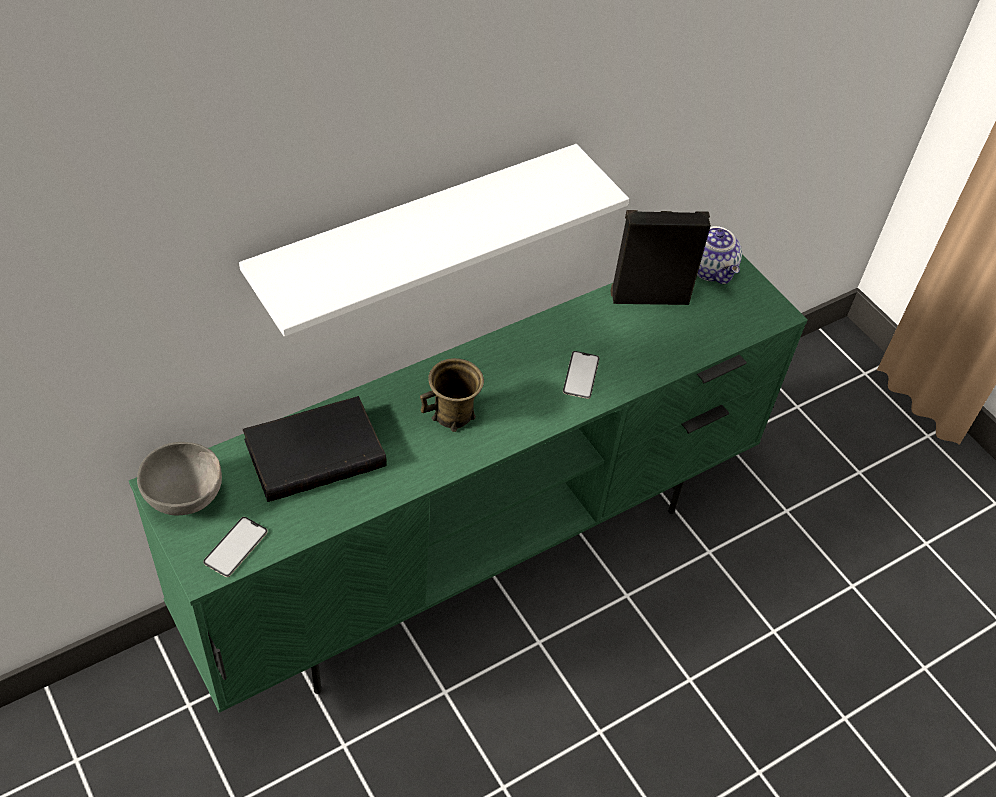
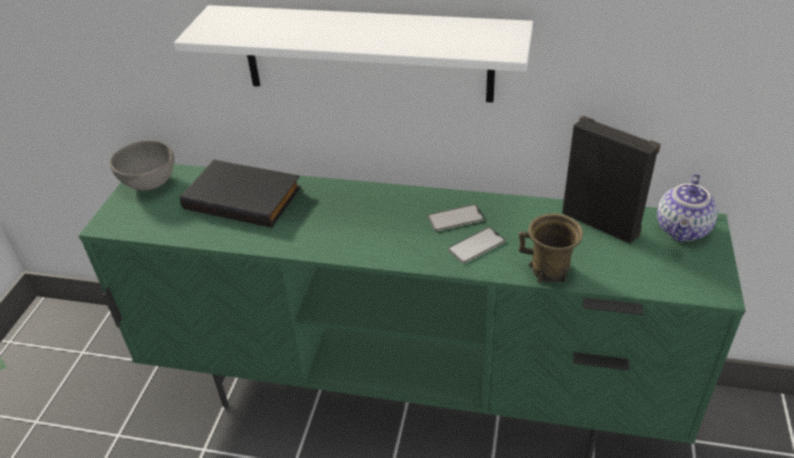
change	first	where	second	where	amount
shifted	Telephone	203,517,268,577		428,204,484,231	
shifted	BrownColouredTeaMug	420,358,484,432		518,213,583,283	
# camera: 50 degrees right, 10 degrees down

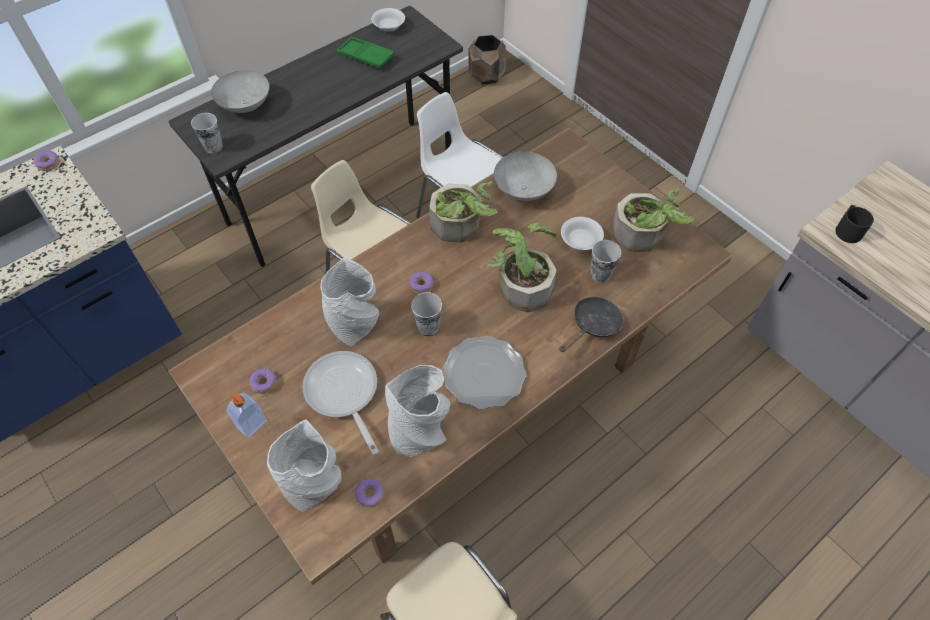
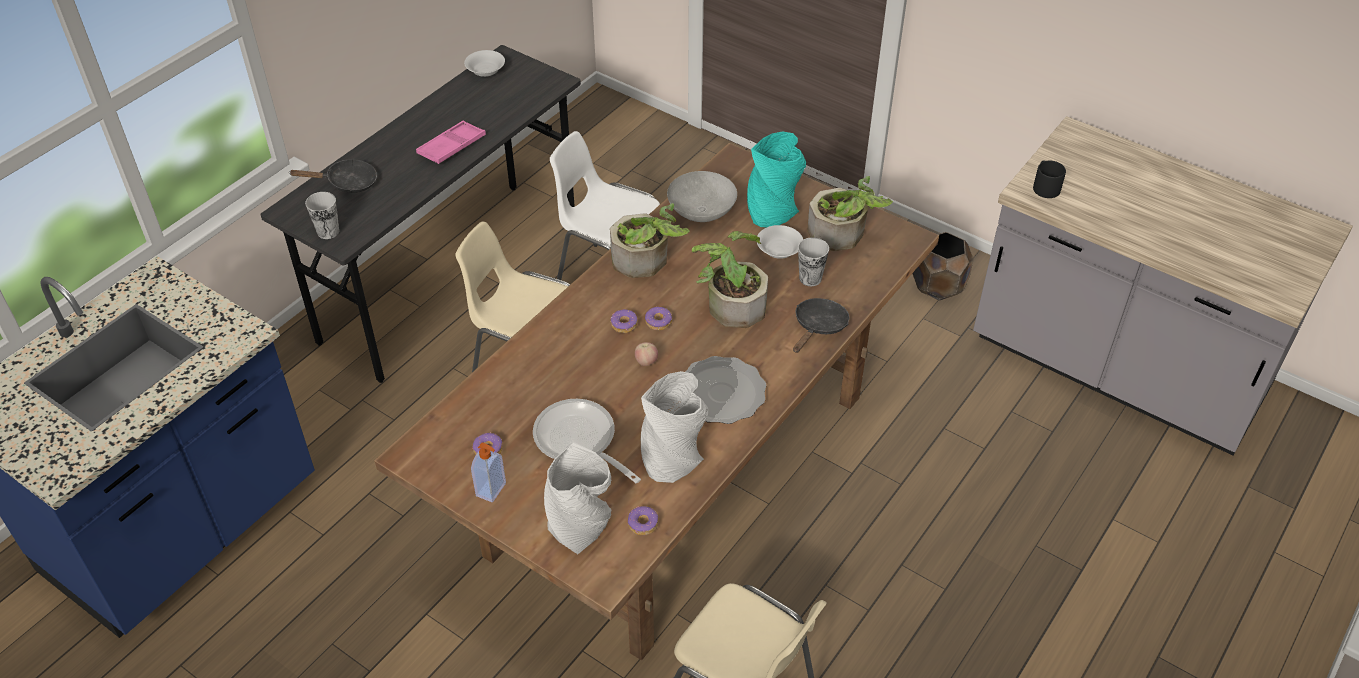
change	first	where	second	where	amount
gone	GreyishDecorativeVase	320,257,379,347			
gone	GreenServingTray	336,37,395,68			
new			PinkishServingTray	416,121,486,164	
new			TurquoiseDecorativeVase	747,132,806,228	
shifted	Donut	34,151,60,171		645,307,672,330	
shifted	BrownColouredPlanter	468,35,506,84		912,232,974,301	
swapped	GreyishBowl	211,70,269,113	BlackFryingPan	289,159,377,193	
swapped	SmallCup	411,292,442,336	AppleFruit	635,342,658,366	
# camera: 15 degrees left, 10 degrees down

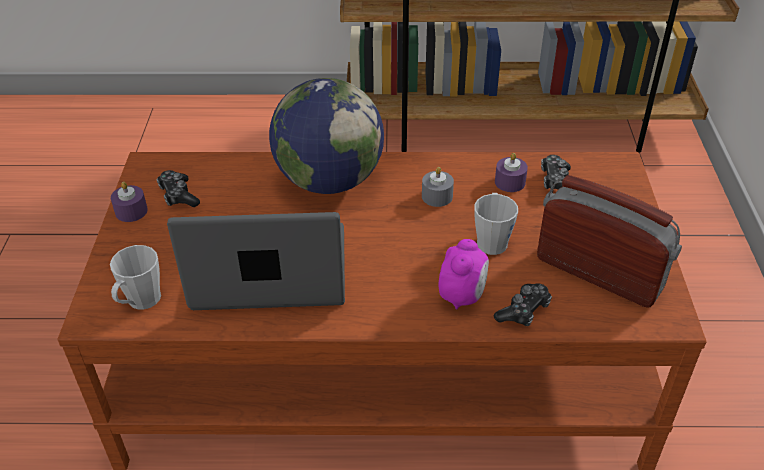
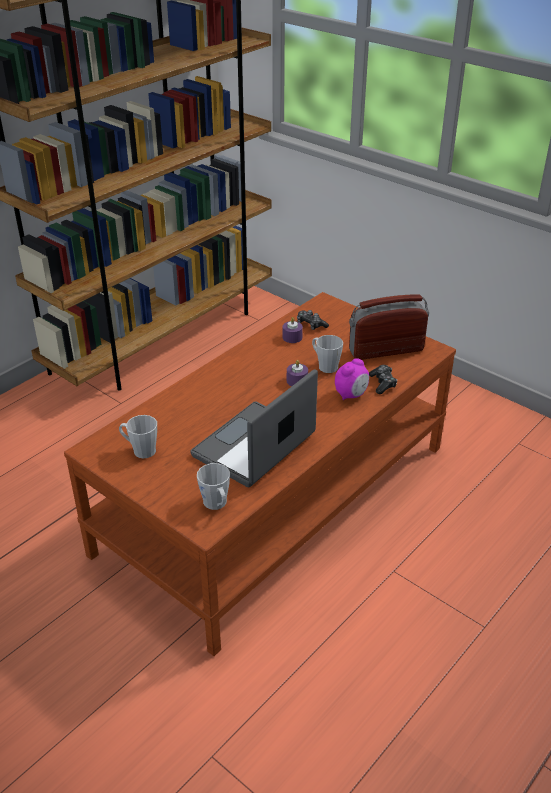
change	first	where	second	where	amount
gone	DeskGlobe	269,78,384,194			
gone	GreyishWaxLight	422,167,454,207			
shifted	PurpleColouredWaxLight	111,182,148,222		287,360,308,386	
swapped	Gamepad	157,170,200,207	GreyishTeaMug	119,415,157,458	
rotated	TableClock	439,239,489,310		335,358,369,400	75 degrees clockwise
# camera: 50 degrees left, 5 degrees down

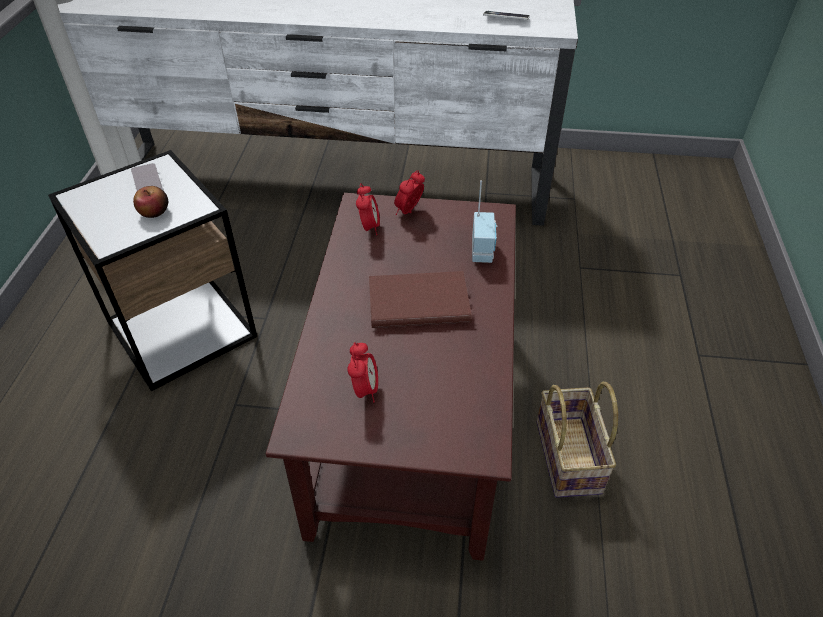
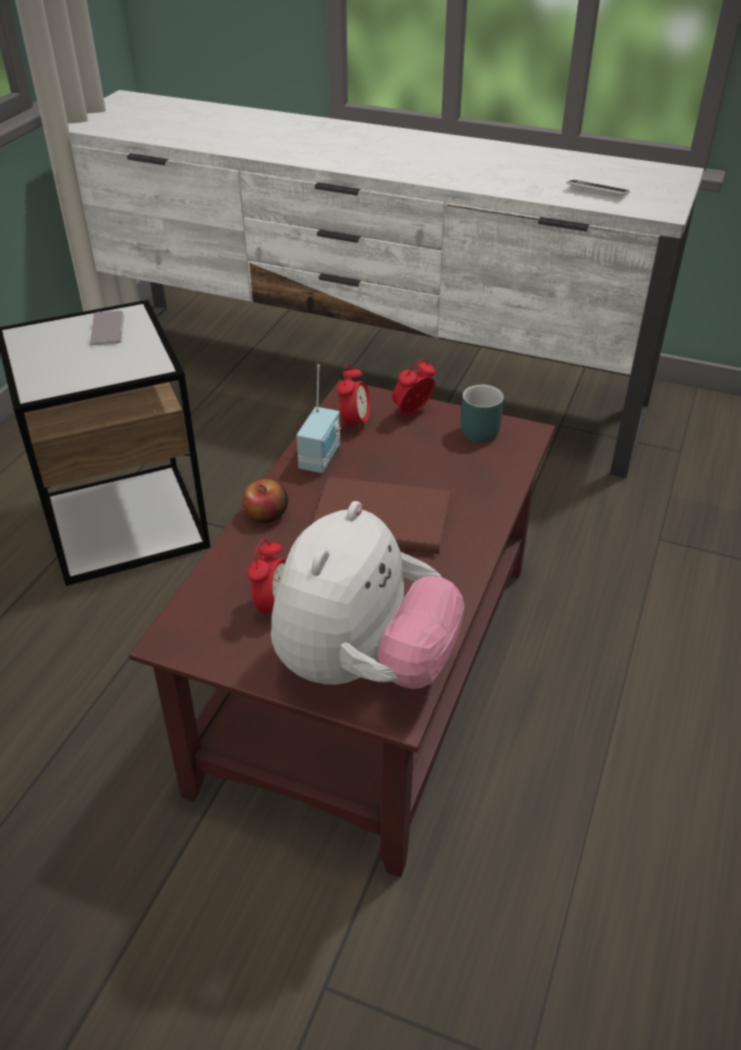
change	first	where	second	where	amount
gone	StorageBasket	536,382,618,498			
new			PlushToy	271,501,465,689	
new			TurquoiseTeaMug	461,385,504,443	
shifted	AppleFruit	133,186,168,218		242,479,288,523	
shifted	RadioSet	472,180,497,263		296,364,341,473	
# camera: 15 degrees right, 5 degrees down

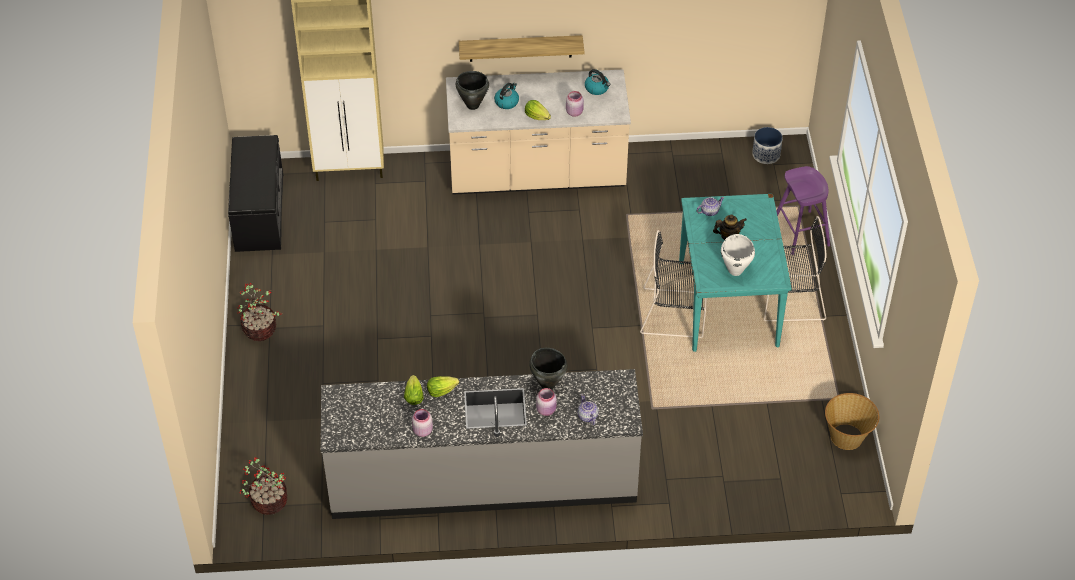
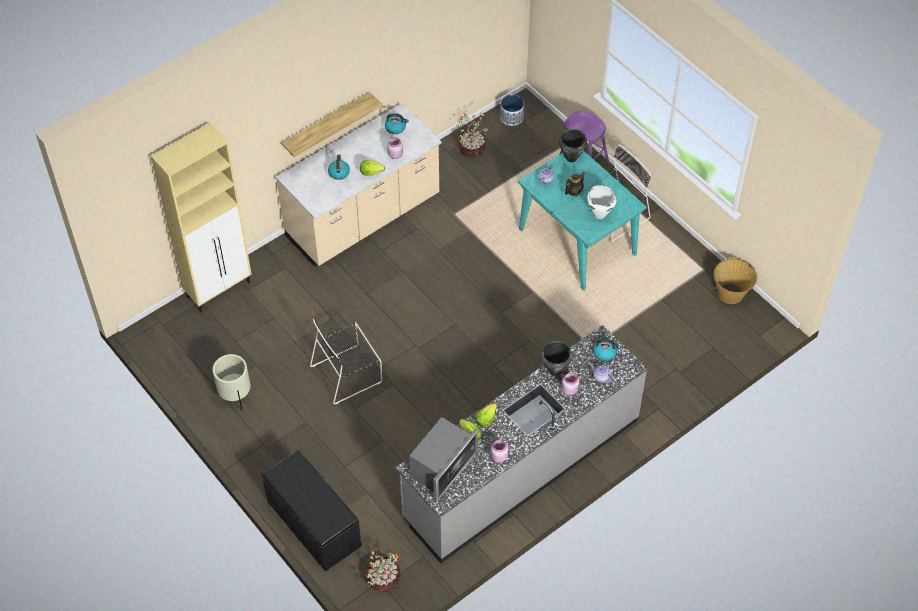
change	first	where	second	where	amount
new			SandColouredPlanter	213,354,251,410	
new			MicrowaveOven	409,417,478,503	
new			Kettle	593,339,621,361	
shifted	BlackIndoorBench	228,135,283,252		262,450,361,572	
shifted	Houseplant	238,283,282,341		456,112,489,158	
shifted	BlackCookingPot	456,71,489,110		559,129,587,162	
shifted	BlackChair	640,230,707,338		310,318,382,404	
# camera: 35 degrees left, 5 degrees up

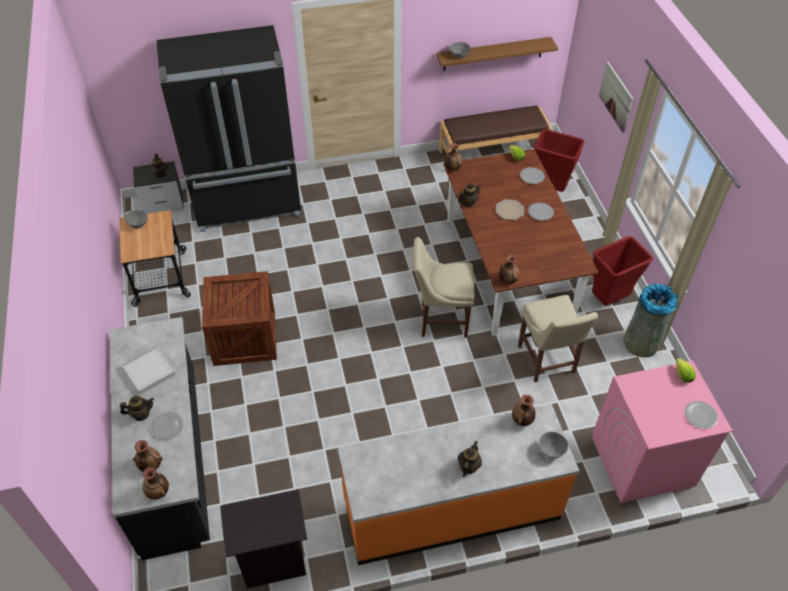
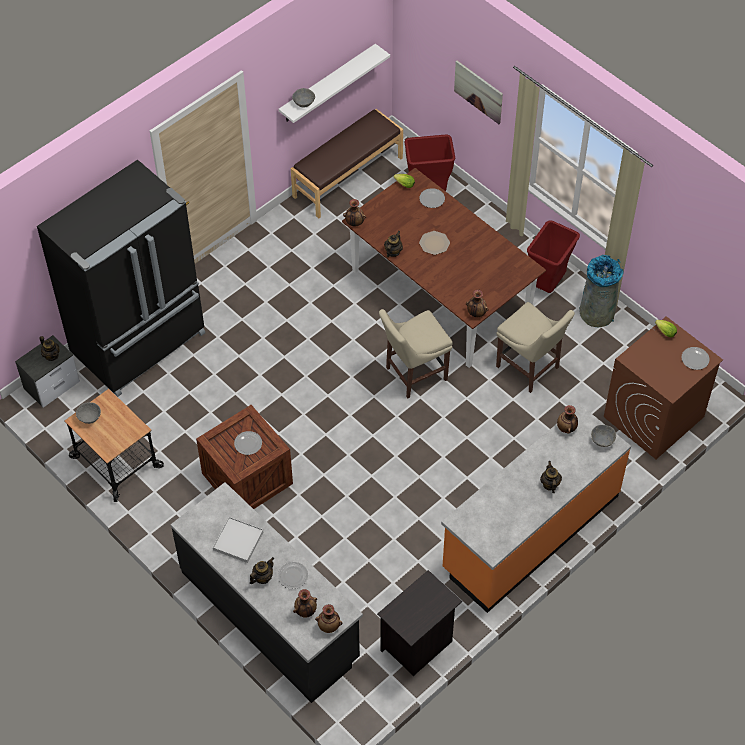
change	first	where	second	where	amount
shifted	FlatDish	528,203,554,221		234,431,262,455	
repainted	BrownColouredShelf	436,37,558,71	WhiteColouredShelf	279,44,390,123	
repainted	PinkishLaundryAppliance	592,361,733,503	BrownColouredLaundryAppliance	604,316,723,459	
# camera: 30 degrees left, 5 degrees up

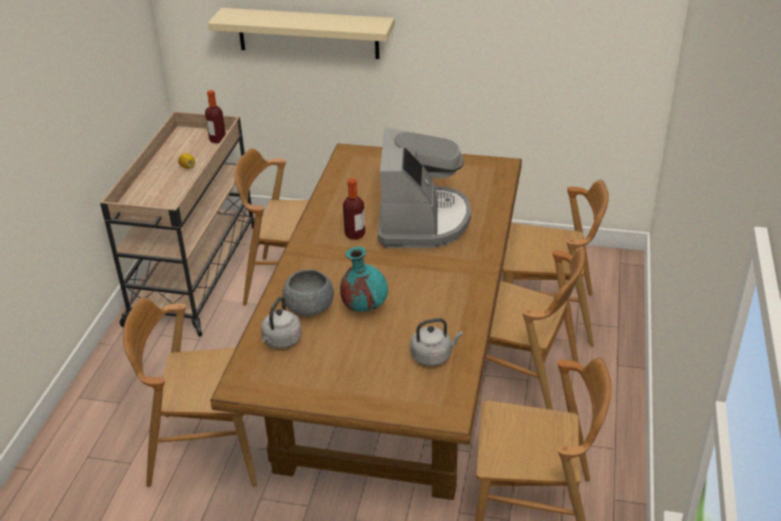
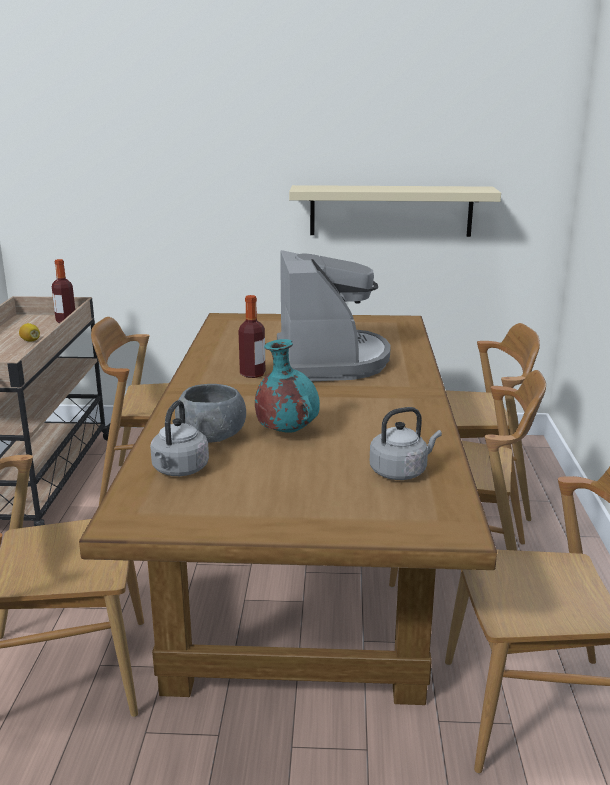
change	first	where	second	where	amount
shifted	SandColouredShelf	208,8,395,59		289,185,501,237	
# camera: 10 degrees left, 15 degrees down

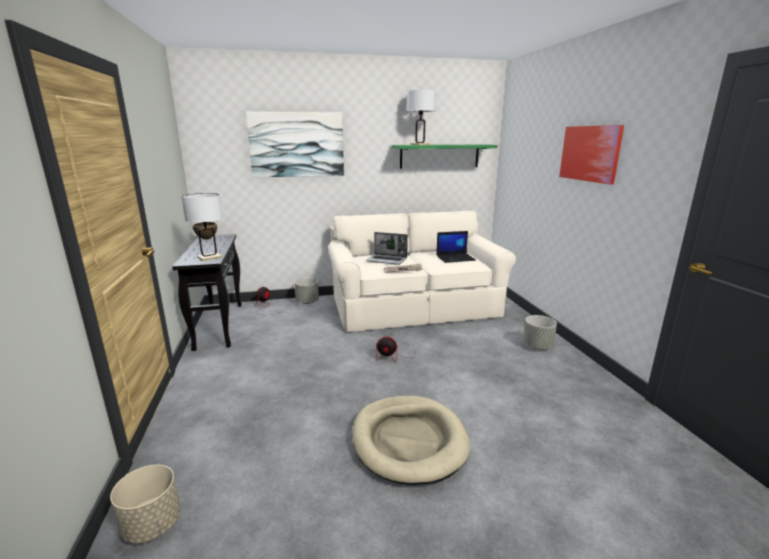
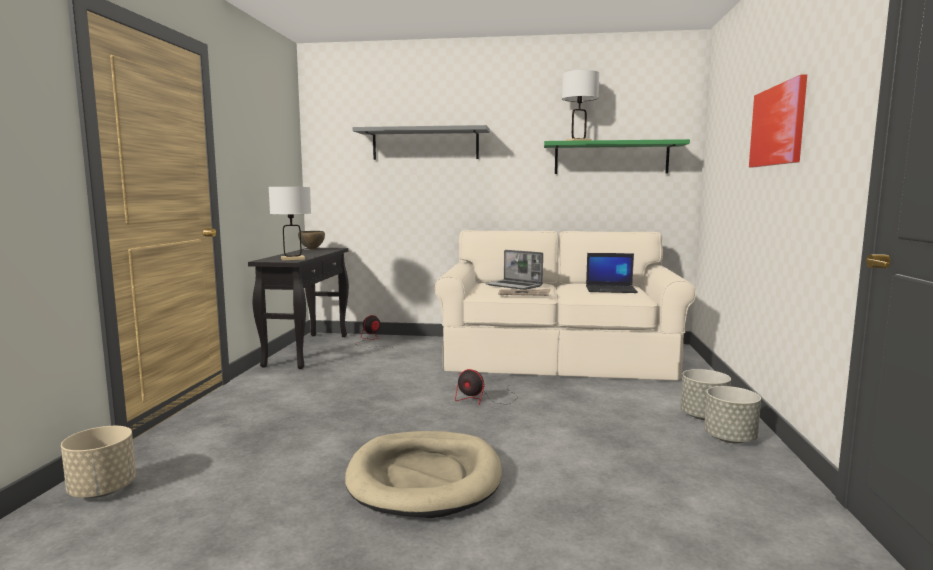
change	first	where	second	where	amount
shifted	GreyishPlanter	294,278,319,304		704,386,761,443	
swapped	WallPicture	246,112,344,178	GreyishShelf	352,125,490,160	
# camera: 20 degrees right, 10 degrees down

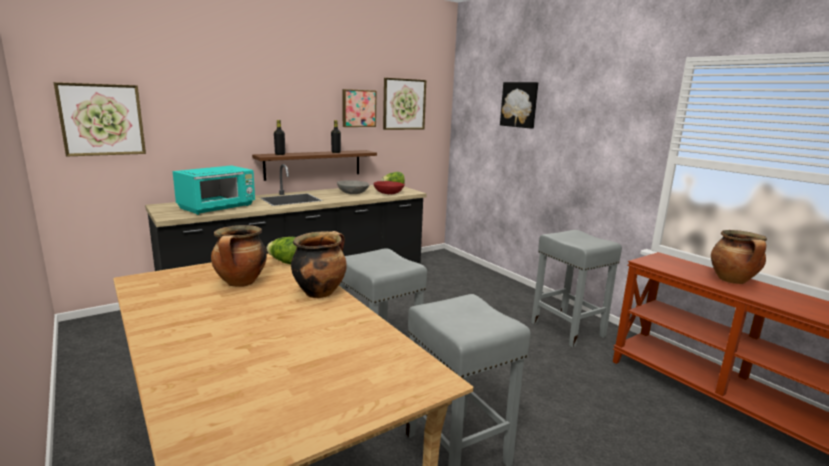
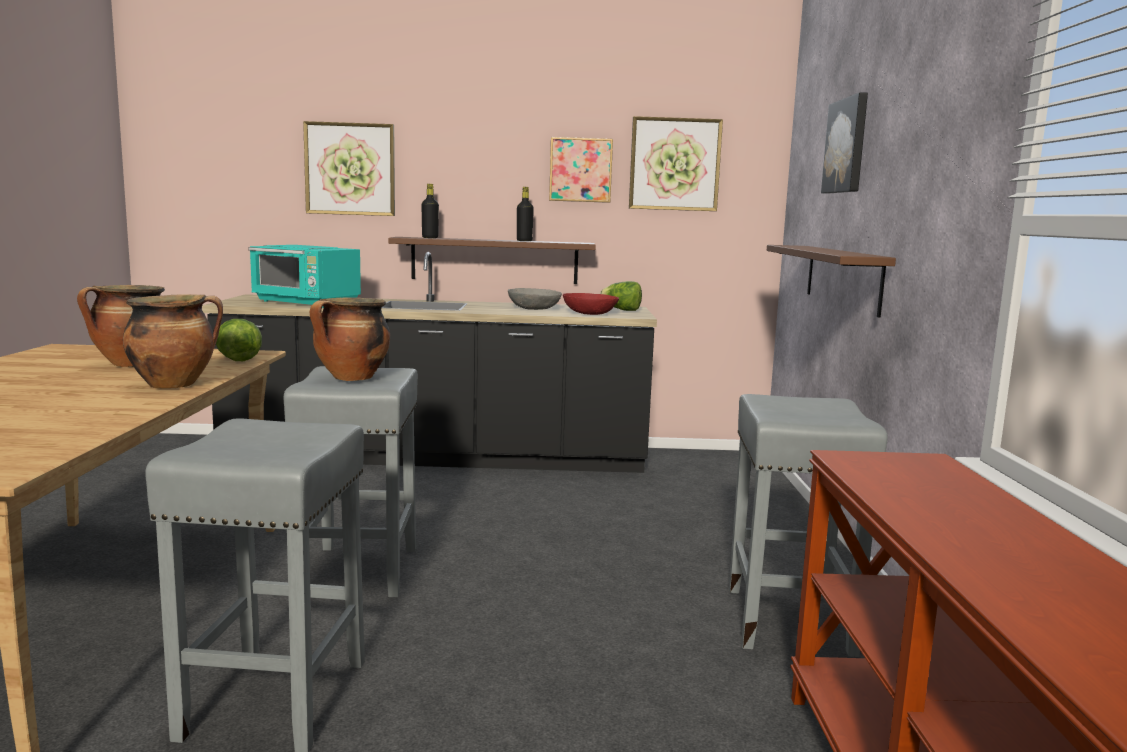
change	first	where	second	where	amount
new			BrownColouredShelf	767,245,896,318	
shifted	WallPicture	54,82,146,157		303,121,395,216	
shifted	CookingPot	711,230,767,284		310,297,390,381	
rotated	TurquoiseMicrowaveOven	173,165,255,215		248,245,361,308	45 degrees clockwise
# camera: 35 degrees right, 5 degrees down

